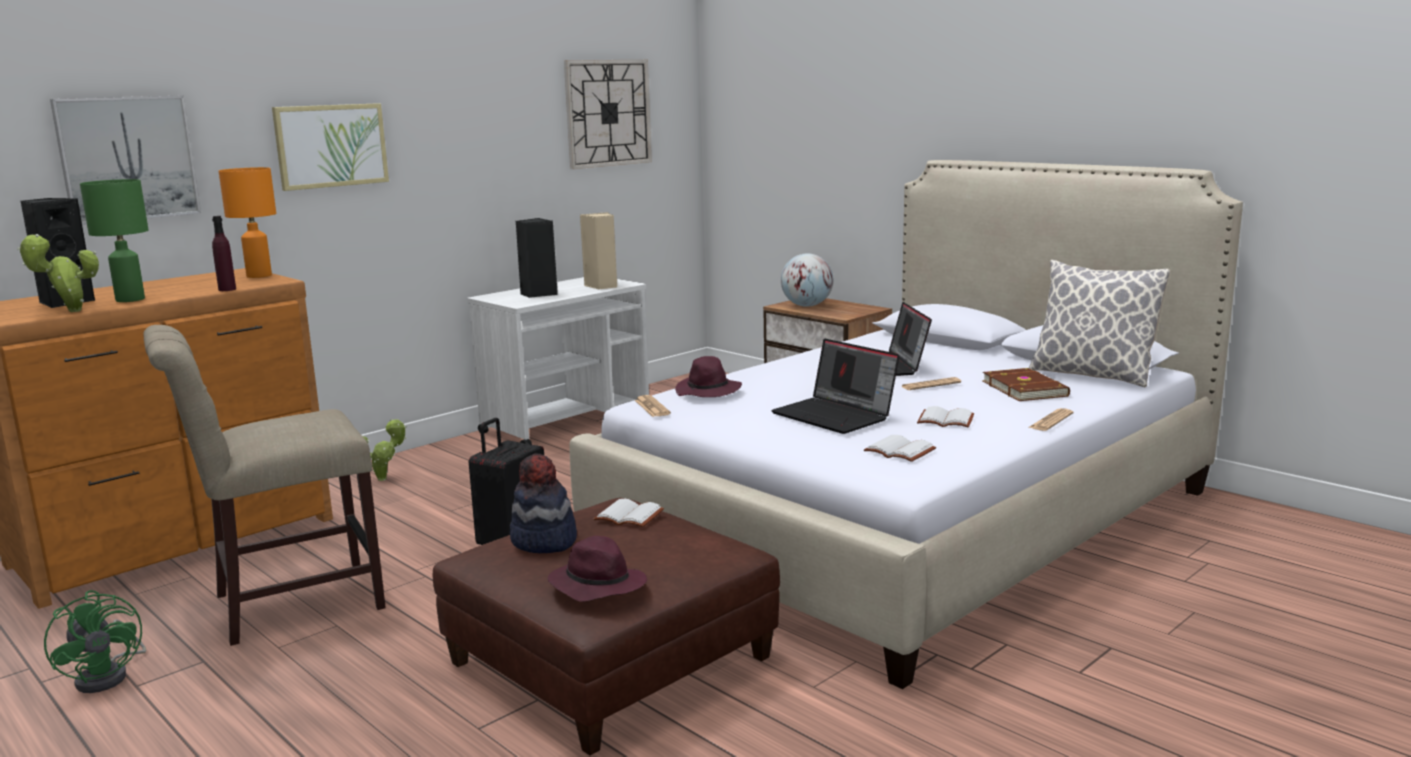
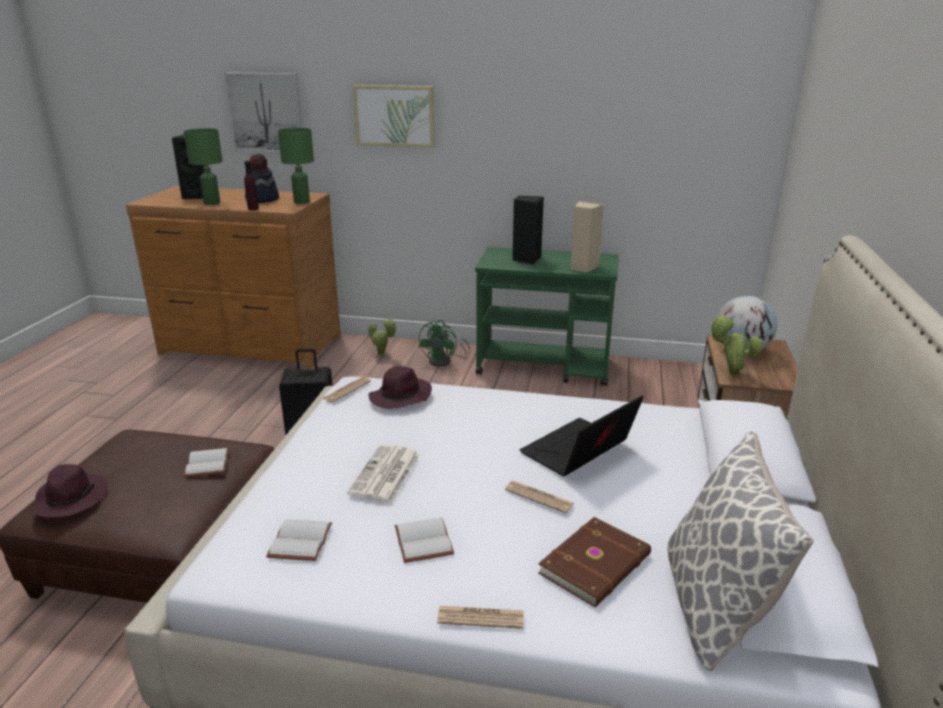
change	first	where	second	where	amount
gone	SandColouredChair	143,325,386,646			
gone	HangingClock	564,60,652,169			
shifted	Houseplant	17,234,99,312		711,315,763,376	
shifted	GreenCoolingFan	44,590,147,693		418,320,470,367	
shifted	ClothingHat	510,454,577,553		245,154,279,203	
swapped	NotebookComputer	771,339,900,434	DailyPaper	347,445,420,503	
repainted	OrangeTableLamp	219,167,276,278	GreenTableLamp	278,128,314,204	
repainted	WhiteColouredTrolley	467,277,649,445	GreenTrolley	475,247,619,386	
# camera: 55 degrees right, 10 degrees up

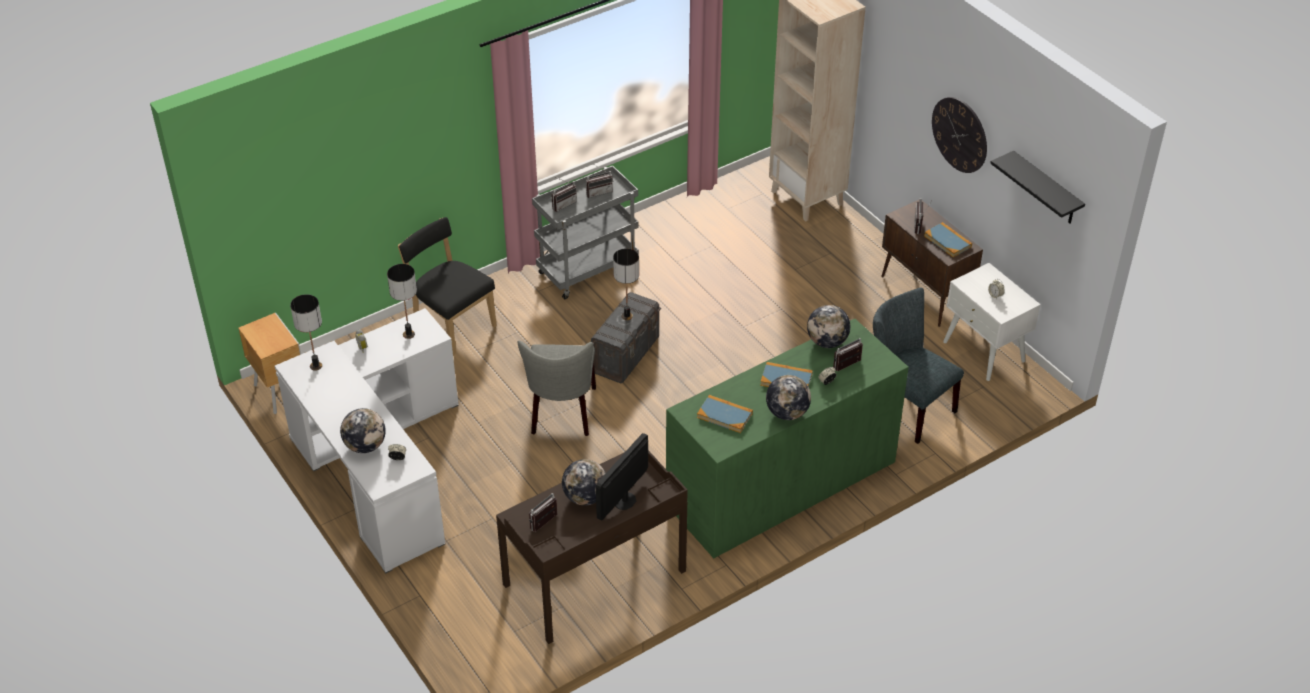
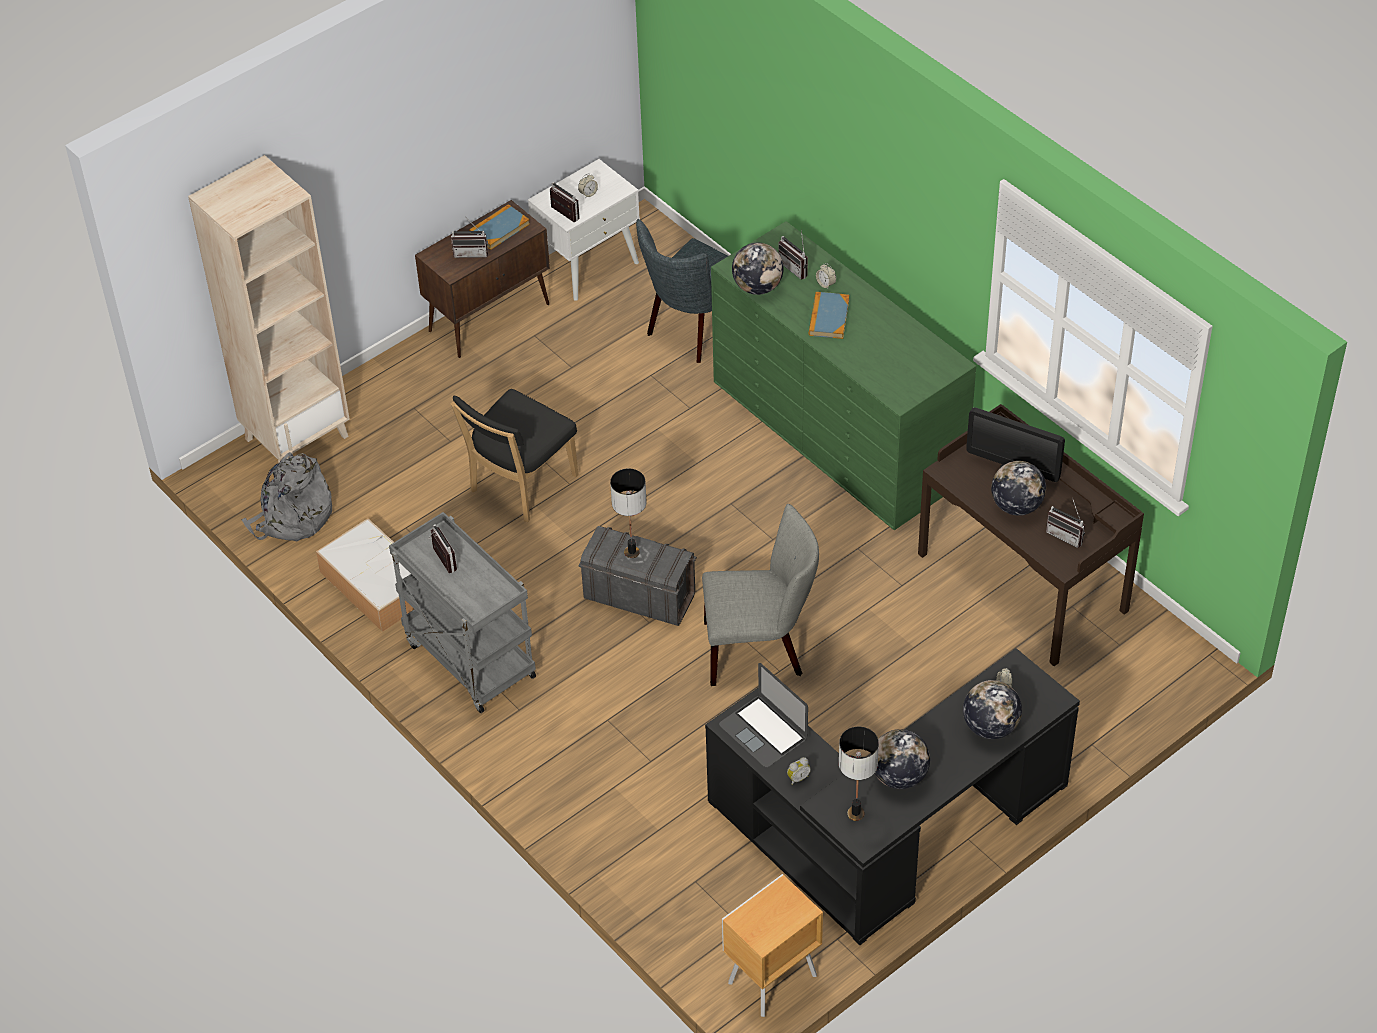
change	first	where	second	where	amount
gone	Volume	697,395,753,433			
gone	HangingClock	932,97,987,173			
gone	BlackShelf	990,151,1085,224			
new			GreyishKnapsack	242,452,332,541	
new			StorageBox	316,518,414,632	
shifted	BlackChair	398,217,497,355		450,389,579,522	
shifted	RadioSet	552,177,577,212		550,182,580,222	
shifted	DeskGlobe	766,375,811,420		874,729,930,789	
swapped	TableLamp	387,264,417,339	NotebookComputer	719,663,808,767	
repainted	WhiteColouredDeskUnit	275,308,459,573	BlackDeskUnit	705,648,1080,945	
# camera: 95 degrees left, 5 degrees up

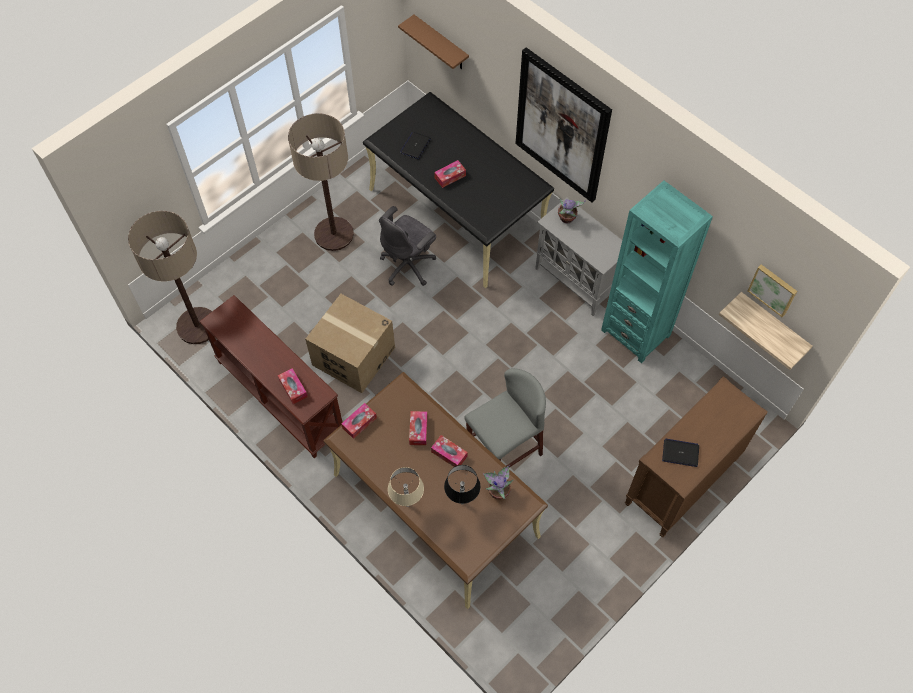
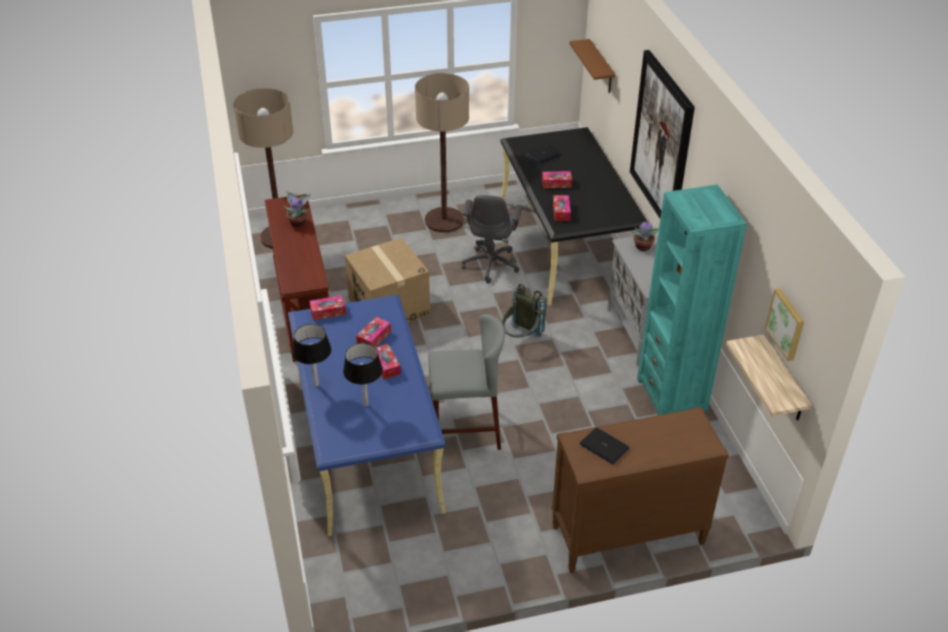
change	first	where	second	where	amount
new			GreyishKnapsack	502,284,546,338	
shifted	BoxOfTissues	278,368,308,404		553,195,571,221	
shifted	Houseplant	483,465,514,500		284,190,311,227	
repainted	BrownColouredDeskUnit	323,372,548,609	BluishDeskUnit	288,295,446,536	
repainted	SandColouredTableLamp	388,467,424,507	BlackTableLamp	293,324,331,387	
rotated	GreyishDeskChair	379,206,436,286		462,195,522,283	60 degrees counterclockwise
# camera: 30 degrees right, 20 degrees down

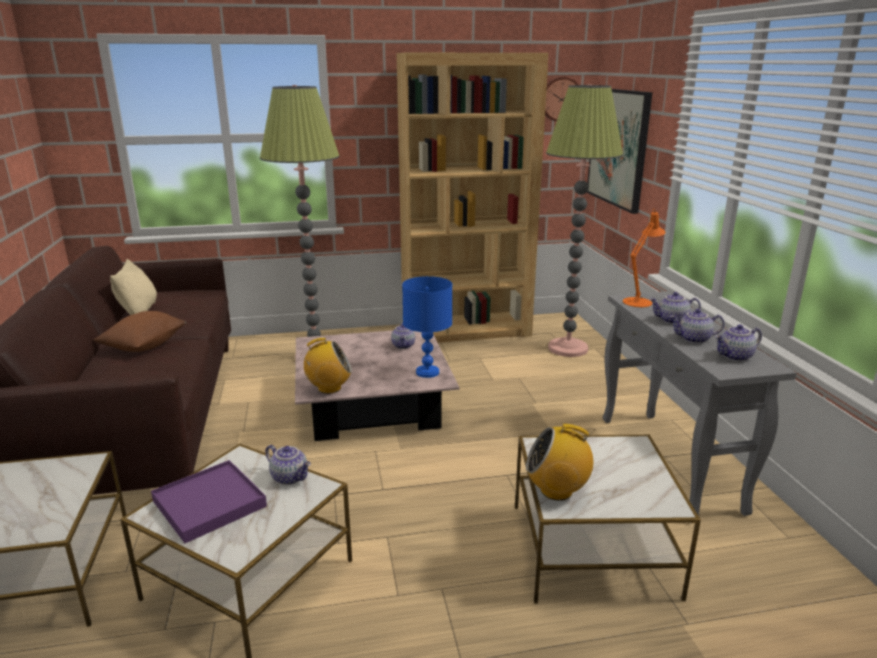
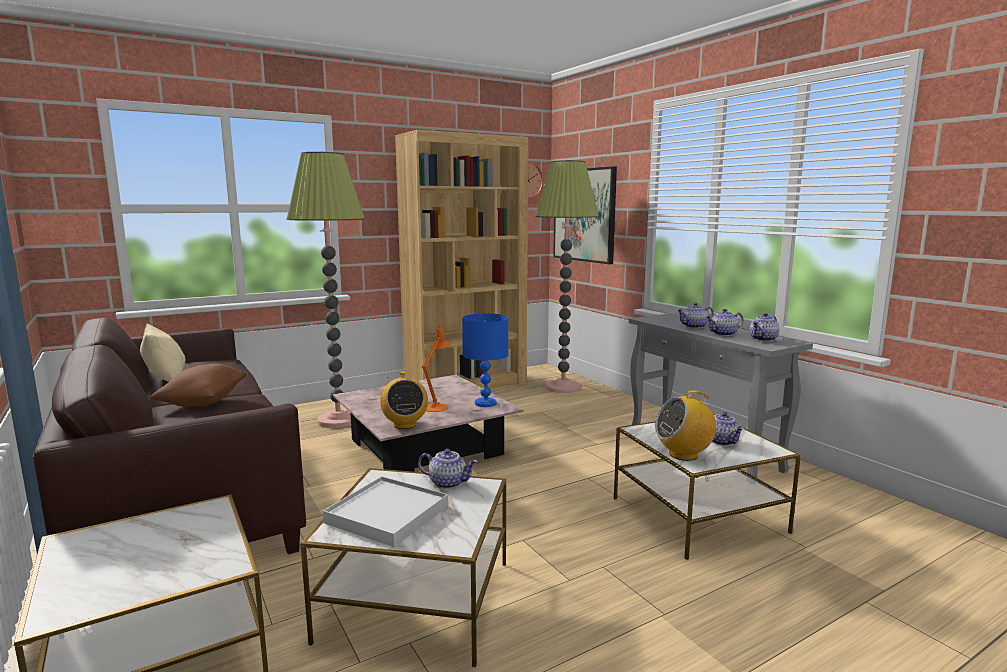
change	first	where	second	where	amount
shifted	TeaPot	391,323,415,349		712,412,744,446	
shifted	OrangeTableLamp	623,208,666,307		422,324,451,412	
repainted	PurpleColouredServingTray	151,460,267,543	WhiteColouredServingTray	323,476,448,547	
rotated	RadioSet	301,338,352,394		380,371,428,429	105 degrees clockwise
# camera: 20 degrees left, 10 degrees down

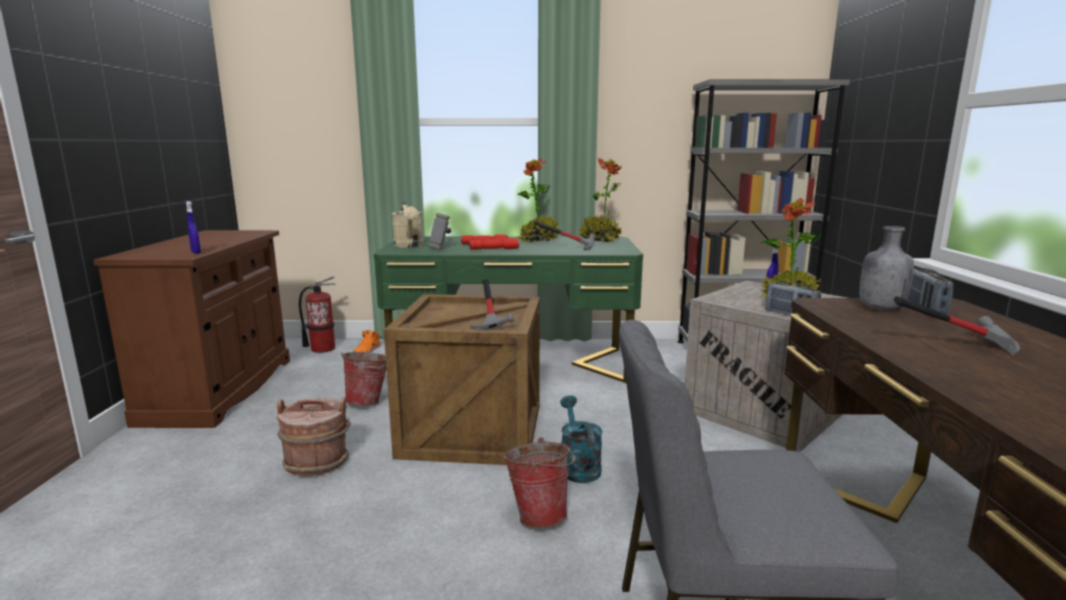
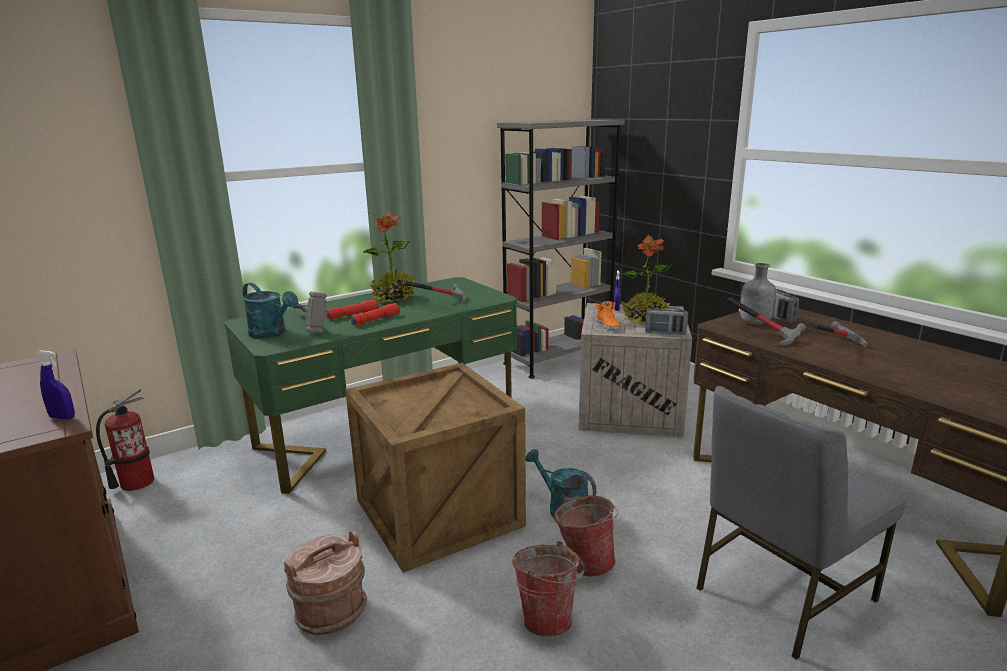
change	first	where	second	where	amount
gone	Houseplant	579,158,622,242			
shifted	Pail	341,352,386,406		512,541,584,637	
shifted	OrangeShoe	353,330,380,353		596,301,621,330	
shifted	ToolHammer	470,279,514,330		727,297,806,345	
repainted	SandColouredWateringCan	392,202,424,248	TurquoiseWateringCan	243,283,298,339	
# camera: 35 degrees left, 5 degrees up

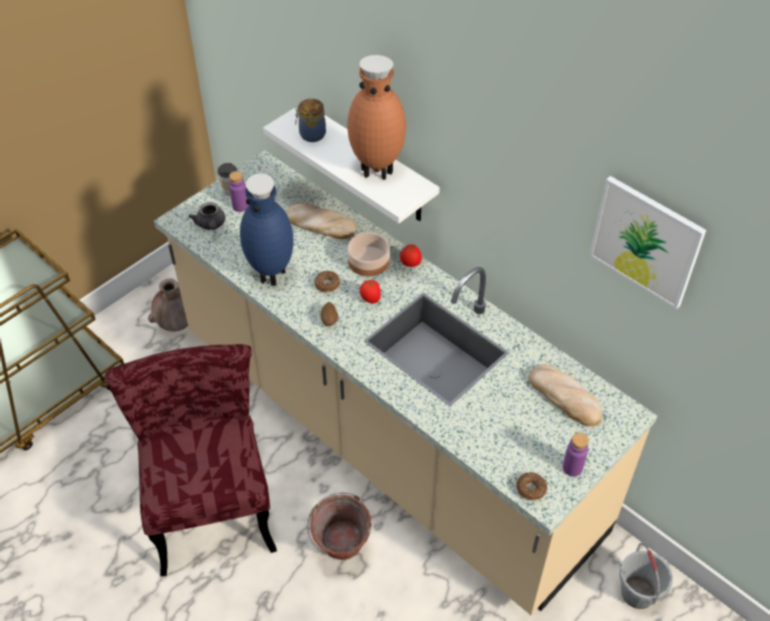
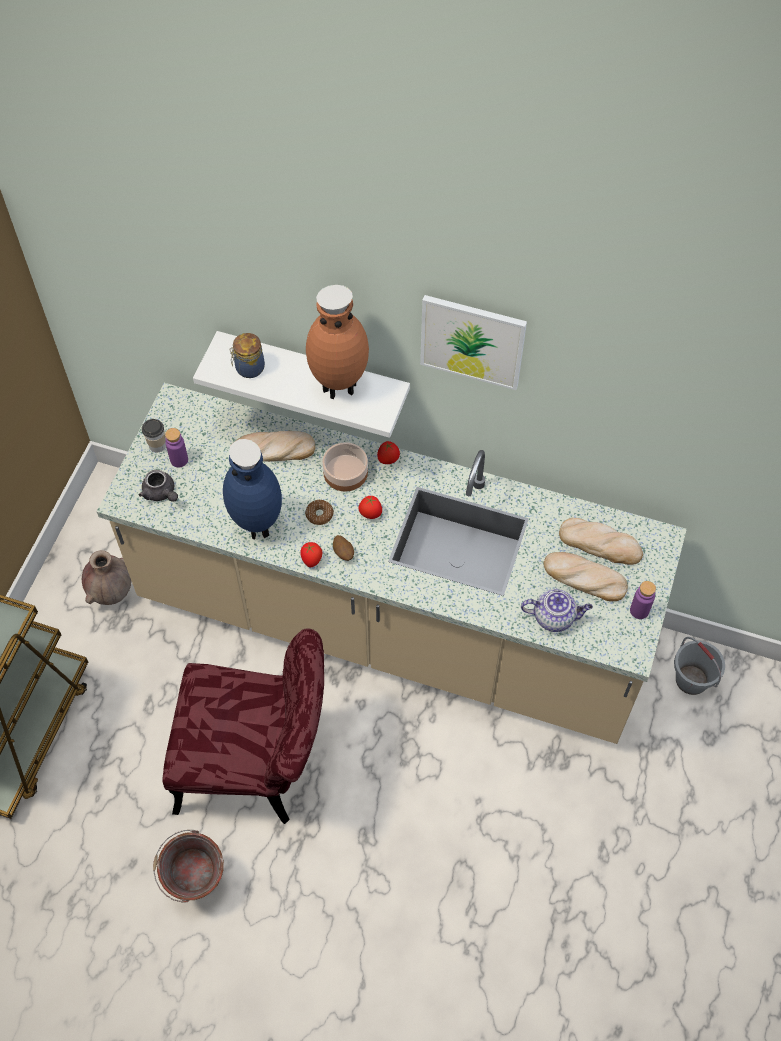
change	first	where	second	where	amount
gone	Donut	516,472,548,501			
new			Tomato	301,542,322,567	
new			TeaPot	521,589,593,632	
new			BakeryBread	543,552,628,601	
shifted	Pail	307,492,372,560		153,830,224,902	
shifted	WallPicture	589,176,706,309		420,295,527,390	
rotated	RedColouredChair	105,344,277,576		162,629,324,824	135 degrees clockwise
# camera: 25 degrees left, 10 degrees up

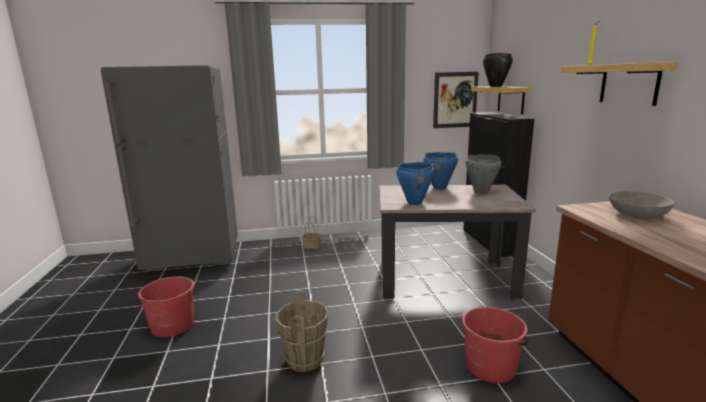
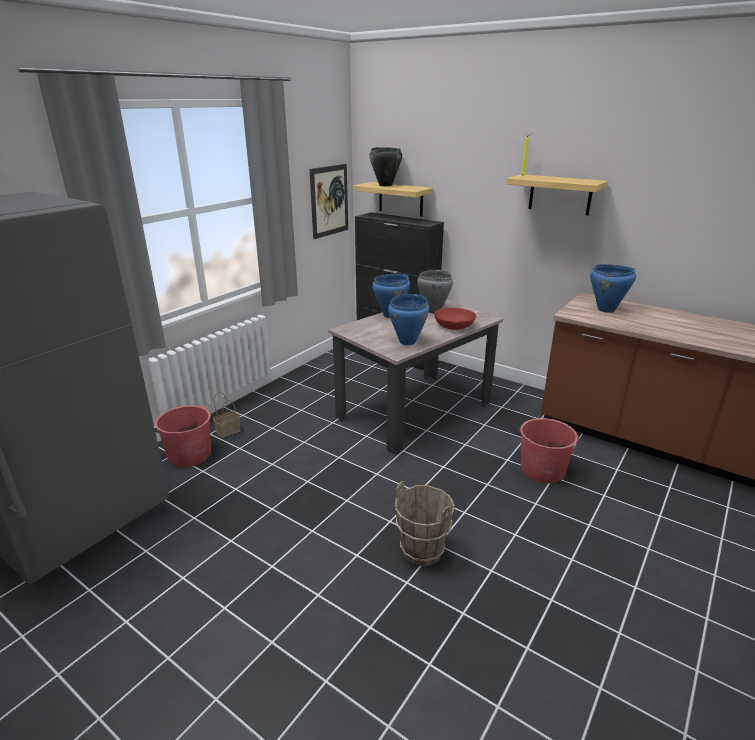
change	first	where	second	where	amount
new			RedColouredBowl	434,308,476,330	
shifted	RedColouredPail	138,276,197,337		155,405,211,467	
swapped	GreyishBowl	609,191,674,218	BluishCookingPot	590,264,636,313	
# camera: 45 degrees left, 10 degrees up

